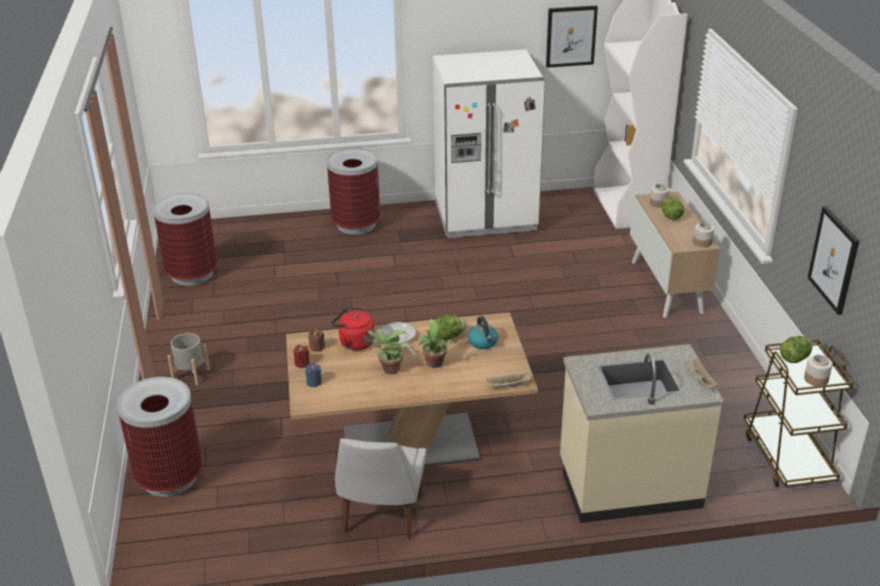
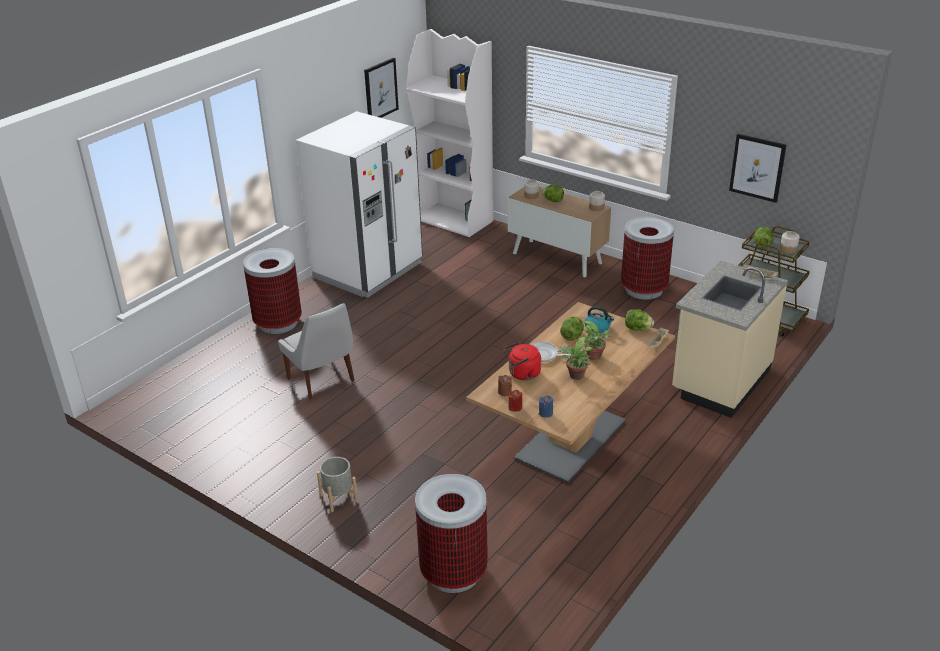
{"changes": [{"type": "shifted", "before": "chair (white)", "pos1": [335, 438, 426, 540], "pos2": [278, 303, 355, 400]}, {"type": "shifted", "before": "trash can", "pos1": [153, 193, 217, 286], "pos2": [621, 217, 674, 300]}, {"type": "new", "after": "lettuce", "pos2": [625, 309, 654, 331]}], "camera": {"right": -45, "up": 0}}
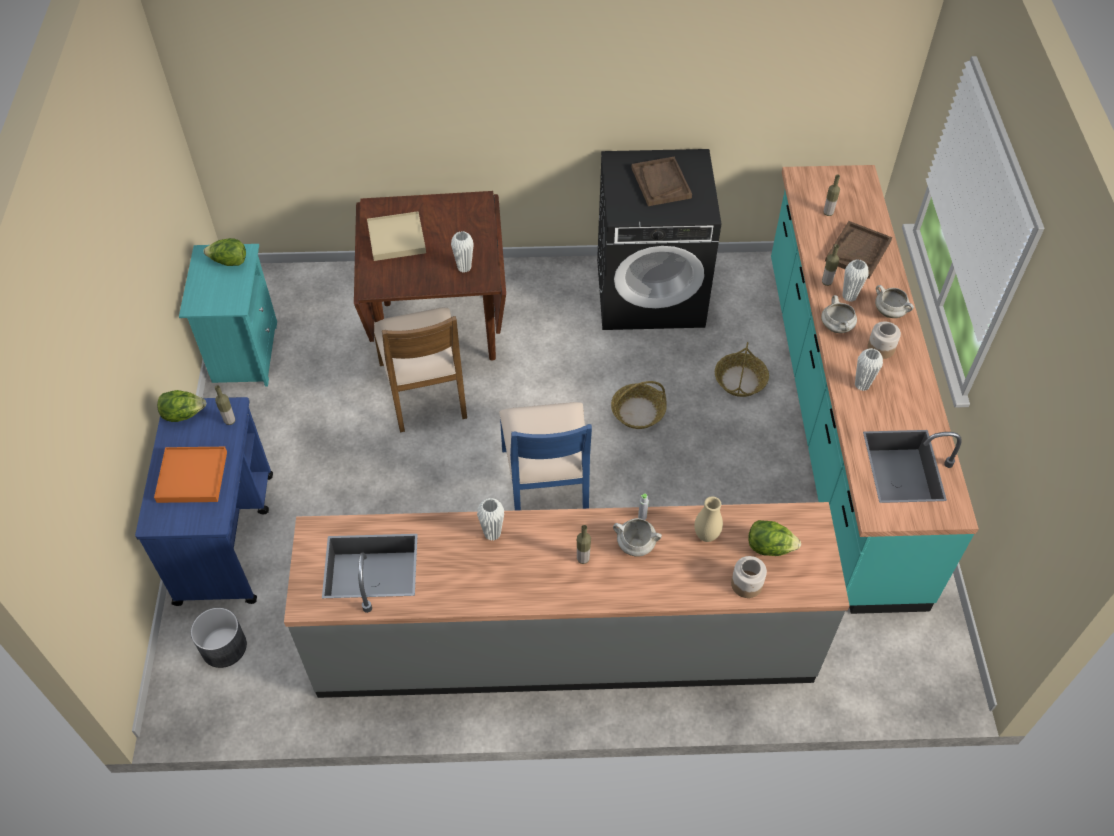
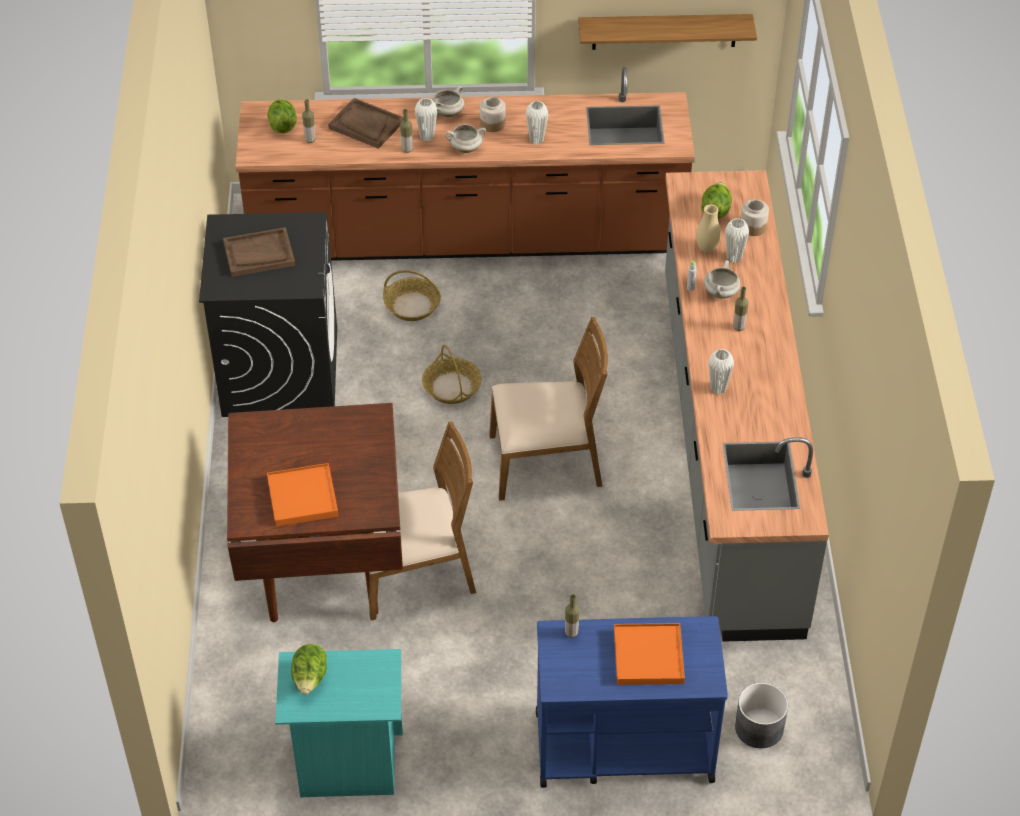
{"changes": [{"type": "repainted", "before": "counter (turquoise)", "after": "counter (brown)", "pos1": [771, 165, 979, 614], "pos2": [236, 68, 695, 261]}, {"type": "shifted", "before": "lettuce", "pos1": [157, 390, 206, 422], "pos2": [267, 98, 297, 133]}, {"type": "repainted", "before": "tray (beige)", "after": "tray (orange)", "pos1": [367, 211, 426, 261], "pos2": [267, 463, 338, 527]}, {"type": "repainted", "before": "chair (blue)", "after": "chair (brown)", "pos1": [499, 402, 592, 511], "pos2": [489, 317, 608, 501]}, {"type": "new", "after": "shelf", "pos2": [578, 14, 757, 50]}, {"type": "shifted", "before": "vase (white)", "pos1": [451, 231, 474, 273], "pos2": [725, 218, 749, 263]}], "camera": {"right": -90, "up": -5}}
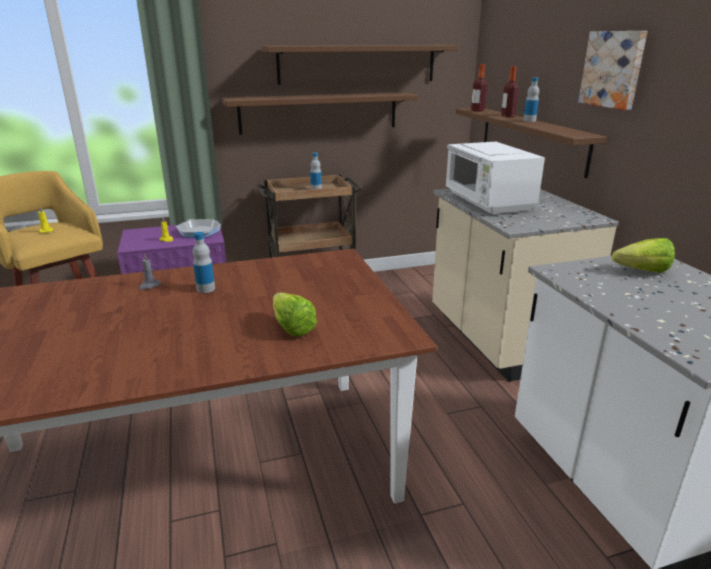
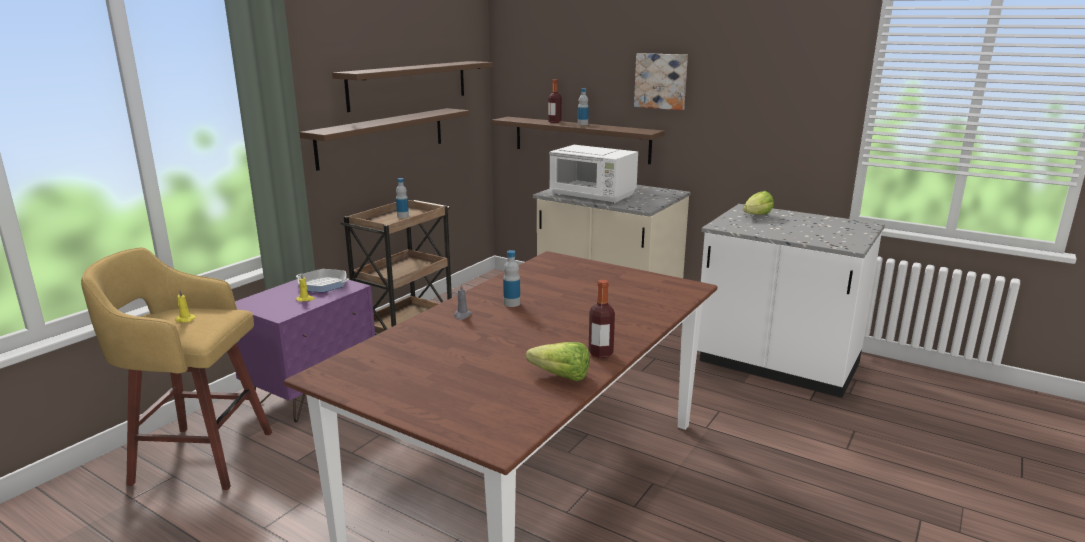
{"changes": [{"type": "shifted", "before": "lettuce", "pos1": [273, 292, 317, 336], "pos2": [526, 342, 589, 381]}, {"type": "shifted", "before": "bottle", "pos1": [471, 64, 488, 111], "pos2": [589, 280, 615, 358]}], "camera": {"right": -40, "up": -5}}
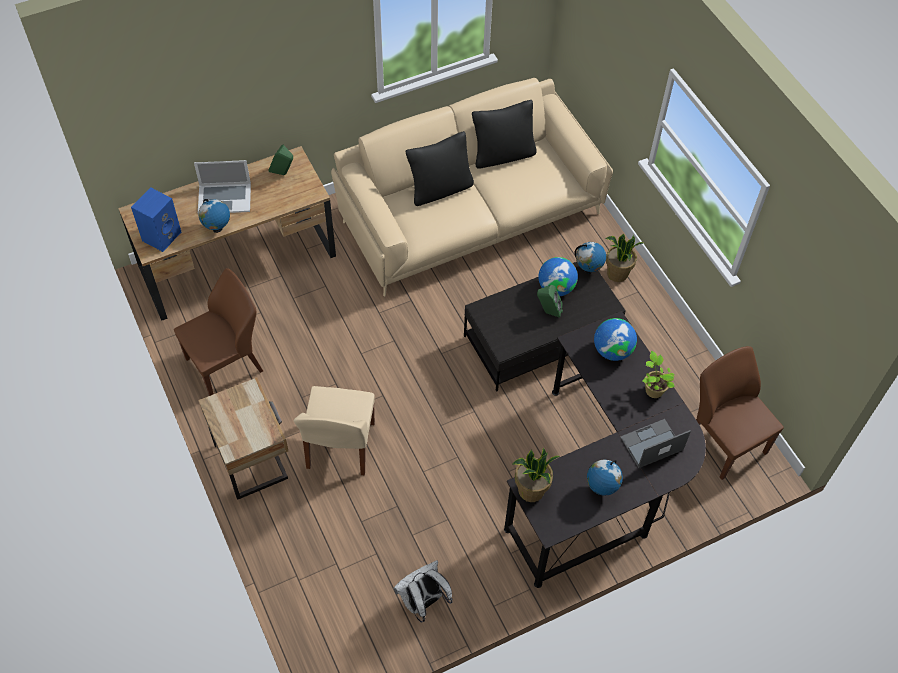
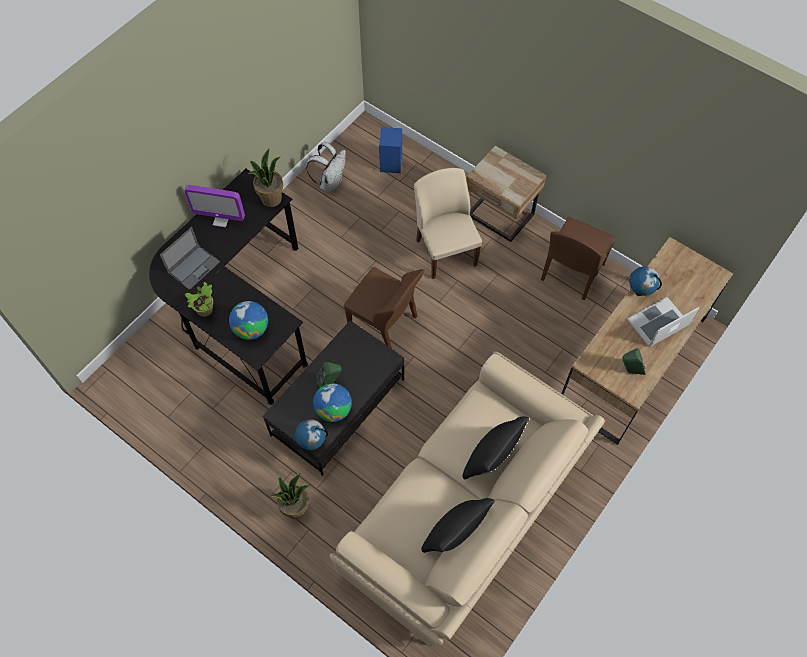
{"changes": [{"type": "swapped", "before": "globe", "after": "monitor", "pos1": [587, 460, 623, 496], "pos2": [184, 185, 245, 227]}, {"type": "shifted", "before": "chair (brown)", "pos1": [696, 346, 784, 480], "pos2": [344, 267, 425, 349]}, {"type": "shifted", "before": "speaker (blue)", "pos1": [131, 187, 181, 252], "pos2": [379, 127, 402, 173]}], "camera": {"right": 155, "up": 5}}
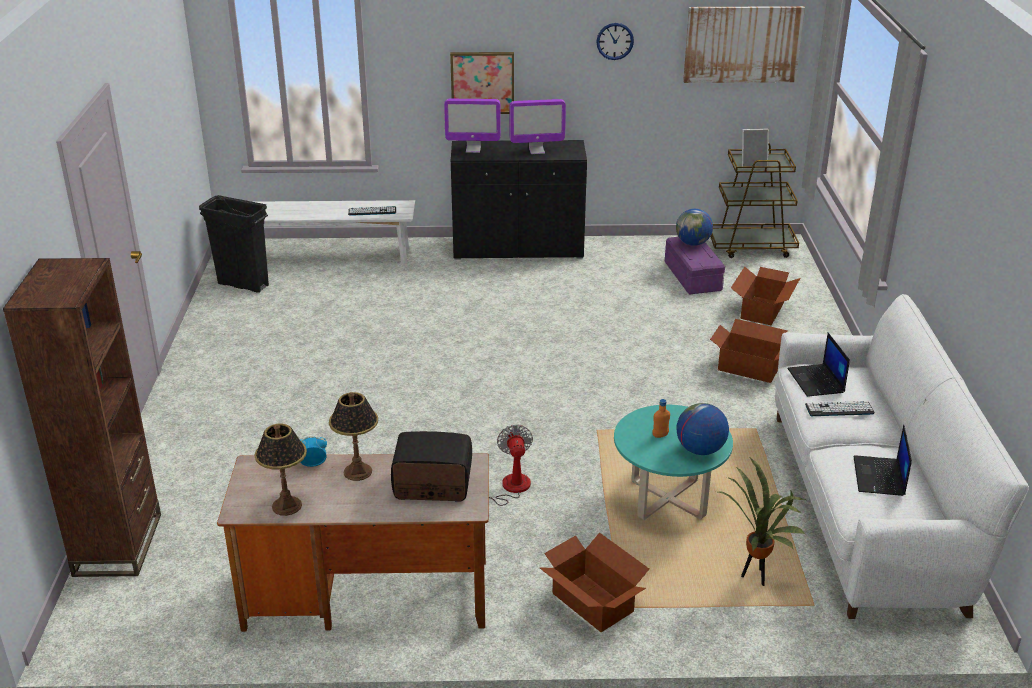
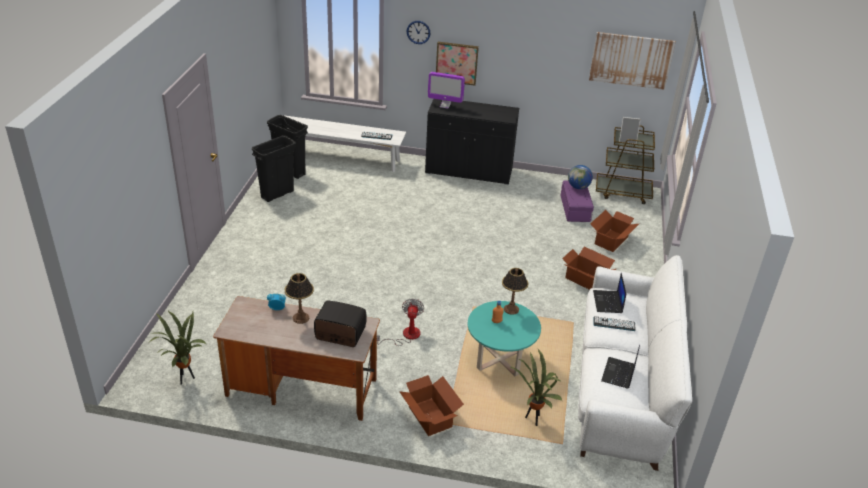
{"changes": [{"type": "new", "after": "potted plant", "pos2": [149, 310, 206, 385]}, {"type": "new", "after": "trash can (black)", "pos2": [252, 135, 296, 202]}, {"type": "shifted", "before": "wall clock", "pos1": [596, 23, 634, 60], "pos2": [407, 21, 431, 44]}, {"type": "shifted", "before": "table lamp", "pos1": [255, 424, 307, 516], "pos2": [502, 268, 528, 315]}, {"type": "gone", "before": "bookcase (brown)", "pos1": [3, 258, 161, 577]}, {"type": "gone", "before": "monitor", "pos1": [509, 99, 566, 154]}, {"type": "gone", "before": "globe", "pos1": [676, 403, 729, 455]}], "camera": {"right": 10, "up": 5}}
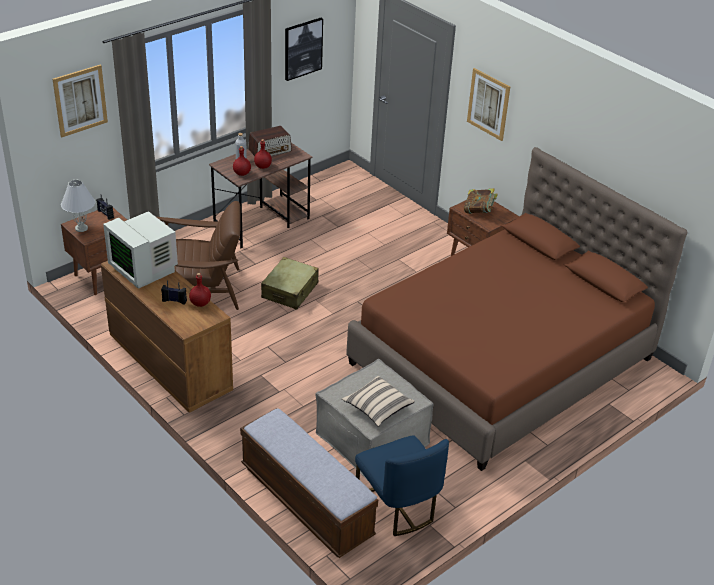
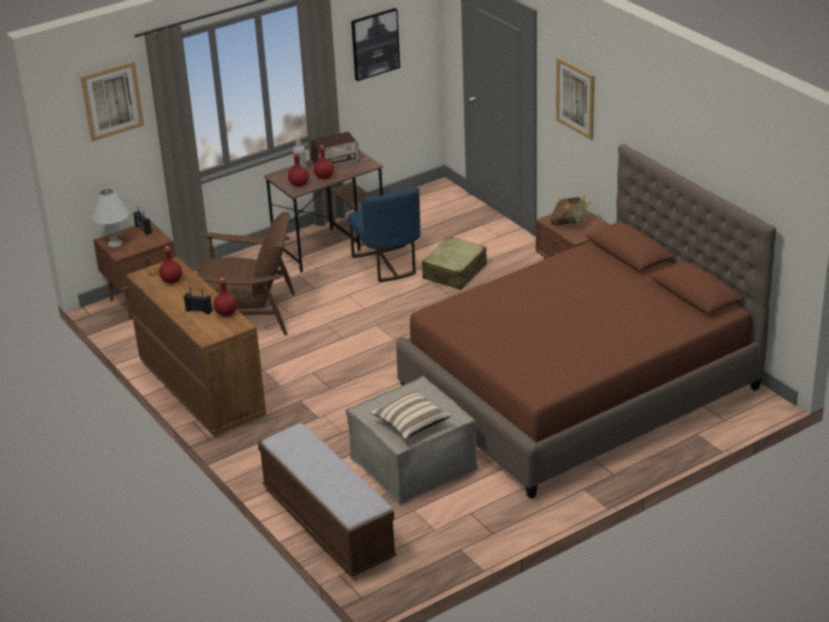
{"changes": [{"type": "swapped", "before": "monitor", "after": "bottle (red)", "pos1": [103, 211, 178, 289], "pos2": [159, 246, 182, 284]}, {"type": "shifted", "before": "chair (blue)", "pos1": [355, 435, 449, 536], "pos2": [348, 187, 420, 282]}, {"type": "shifted", "before": "suitcase (beige)", "pos1": [261, 257, 319, 310], "pos2": [422, 236, 487, 290]}], "camera": {"right": 10, "up": -5}}
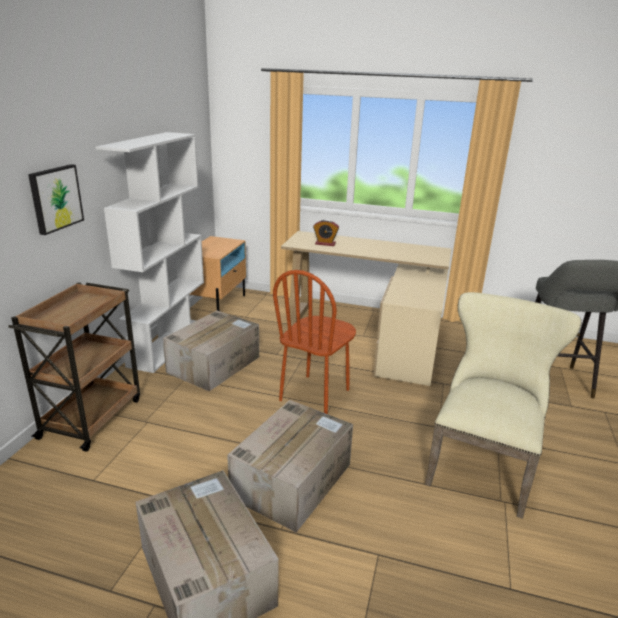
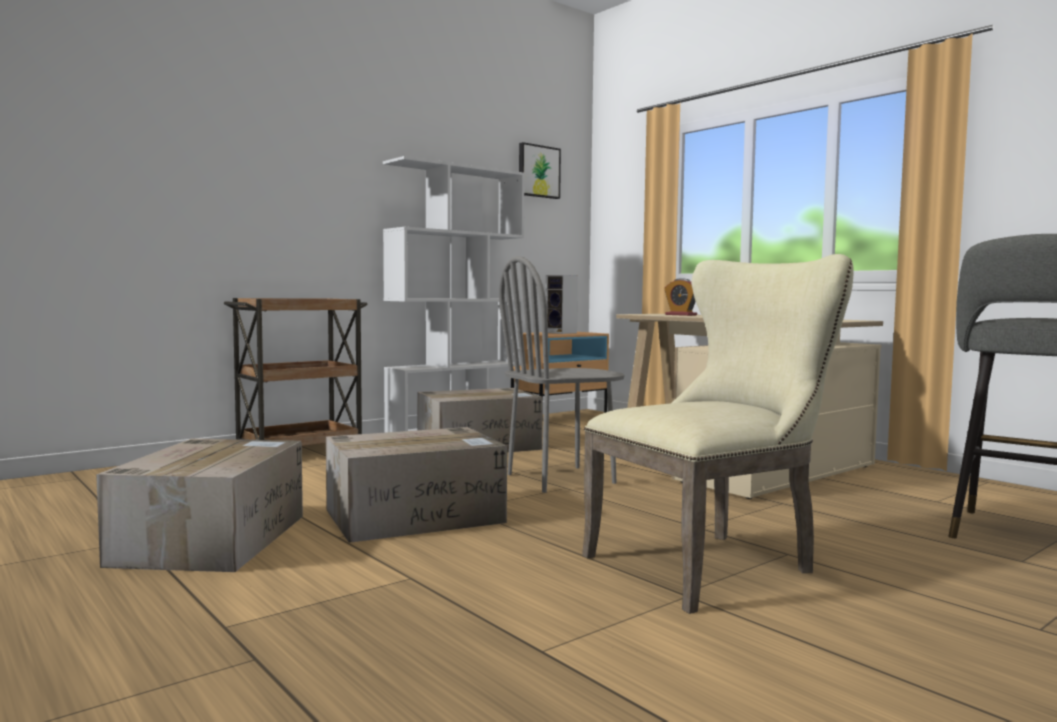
{"changes": [{"type": "repainted", "before": "chair (brown)", "after": "chair (grey)", "pos1": [273, 270, 356, 414], "pos2": [499, 256, 625, 493]}, {"type": "shifted", "before": "picture", "pos1": [28, 164, 84, 235], "pos2": [519, 142, 561, 199]}, {"type": "new", "after": "speaker", "pos2": [546, 275, 578, 334]}], "camera": {"right": 35, "up": -20}}
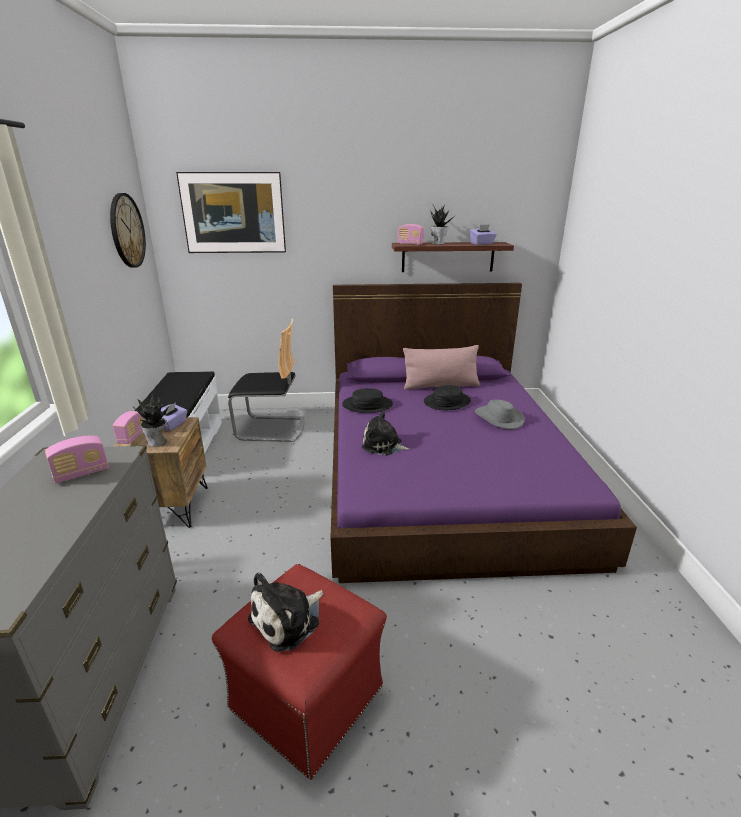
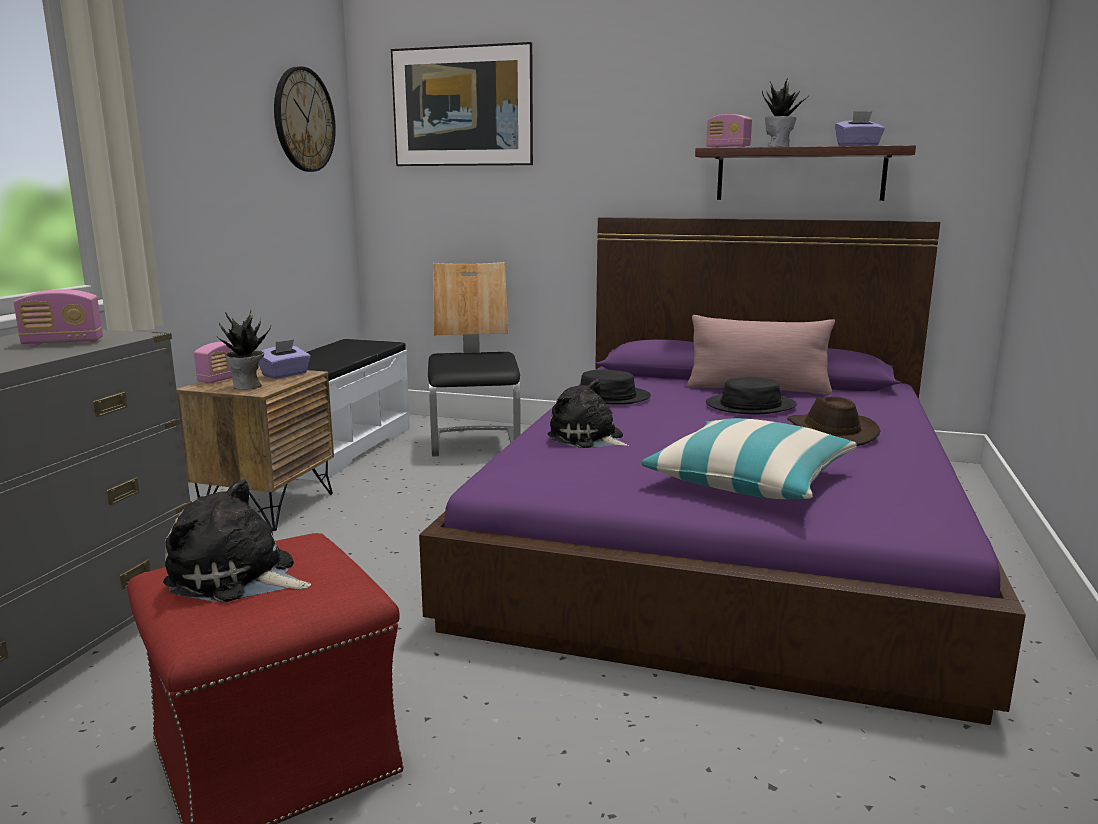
{"changes": [{"type": "rotated", "before": "plush toy", "pos1": [248, 572, 323, 652], "pos2": [163, 478, 311, 603], "turn": 45}, {"type": "rotated", "before": "chair", "pos1": [228, 319, 304, 442], "pos2": [428, 262, 521, 457], "turn": -120}, {"type": "new", "after": "pillow", "pos2": [642, 418, 857, 499]}, {"type": "repainted", "before": "hat (grey)", "after": "hat (brown)", "pos1": [475, 399, 525, 430], "pos2": [787, 397, 881, 446]}], "camera": {"right": 20, "up": -10}}
